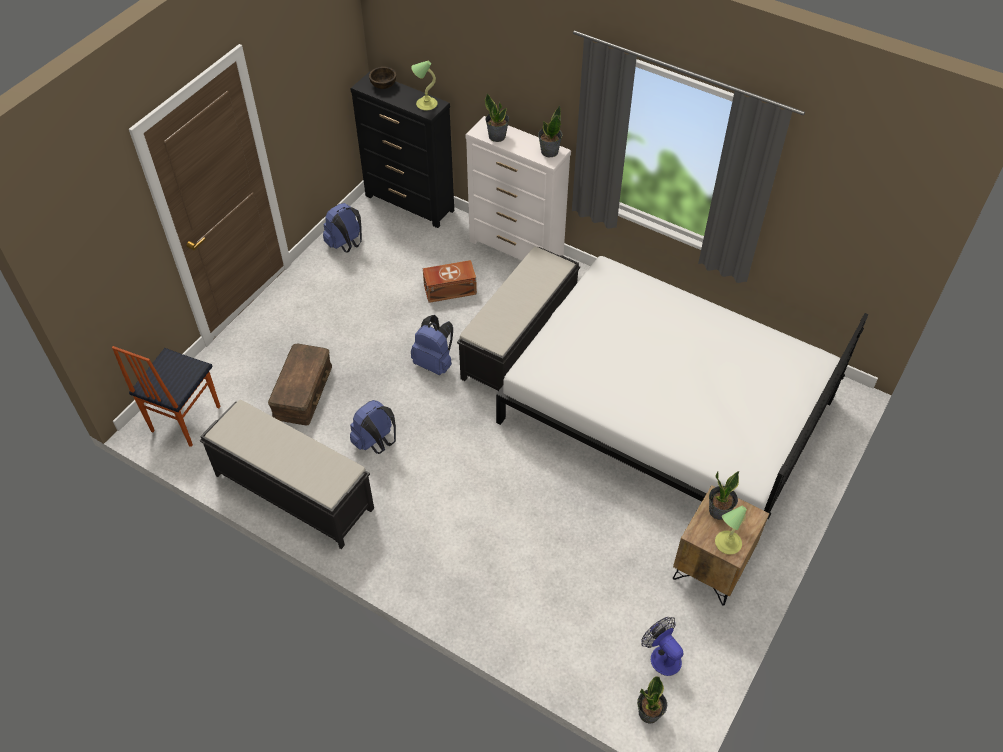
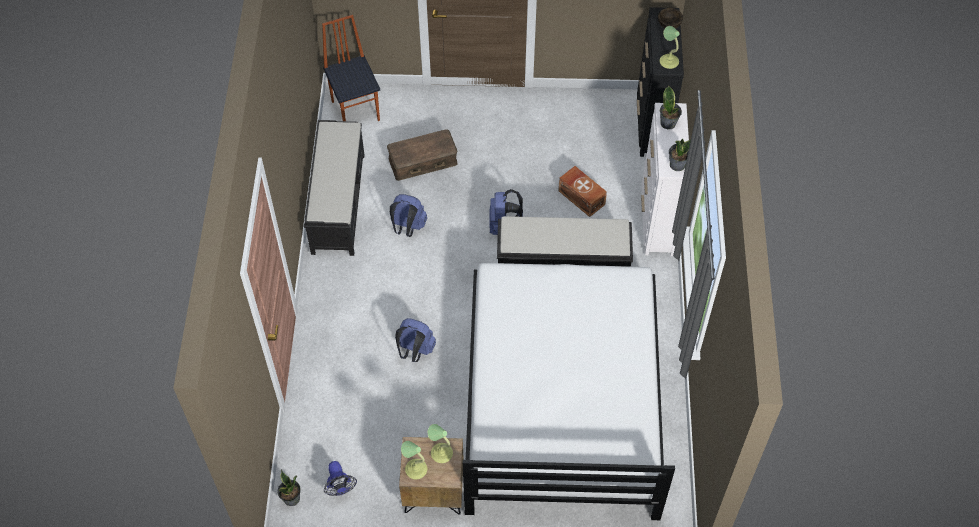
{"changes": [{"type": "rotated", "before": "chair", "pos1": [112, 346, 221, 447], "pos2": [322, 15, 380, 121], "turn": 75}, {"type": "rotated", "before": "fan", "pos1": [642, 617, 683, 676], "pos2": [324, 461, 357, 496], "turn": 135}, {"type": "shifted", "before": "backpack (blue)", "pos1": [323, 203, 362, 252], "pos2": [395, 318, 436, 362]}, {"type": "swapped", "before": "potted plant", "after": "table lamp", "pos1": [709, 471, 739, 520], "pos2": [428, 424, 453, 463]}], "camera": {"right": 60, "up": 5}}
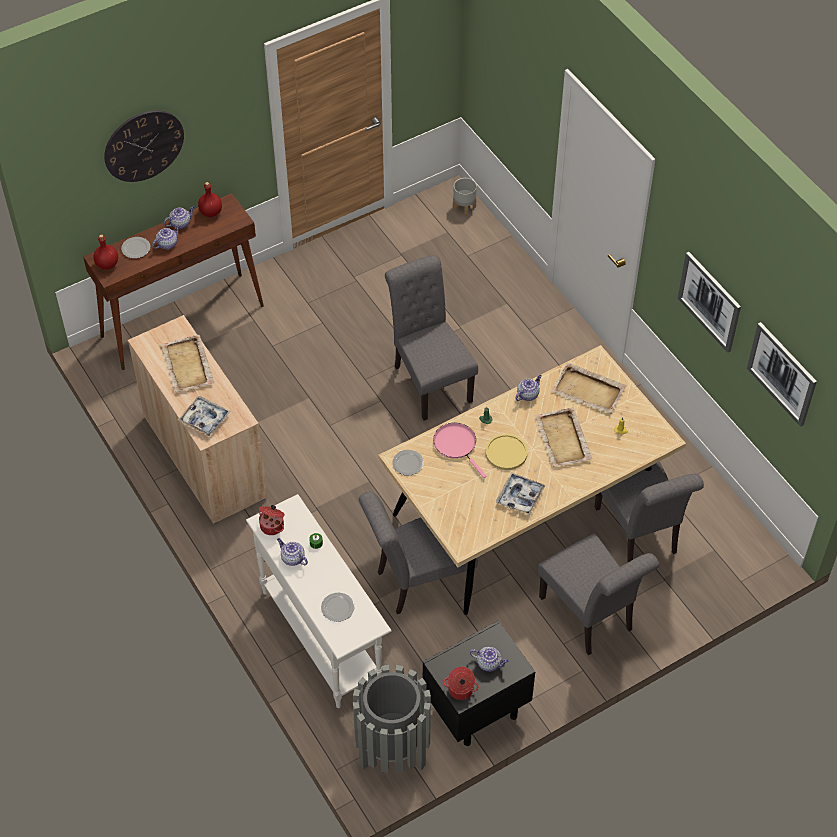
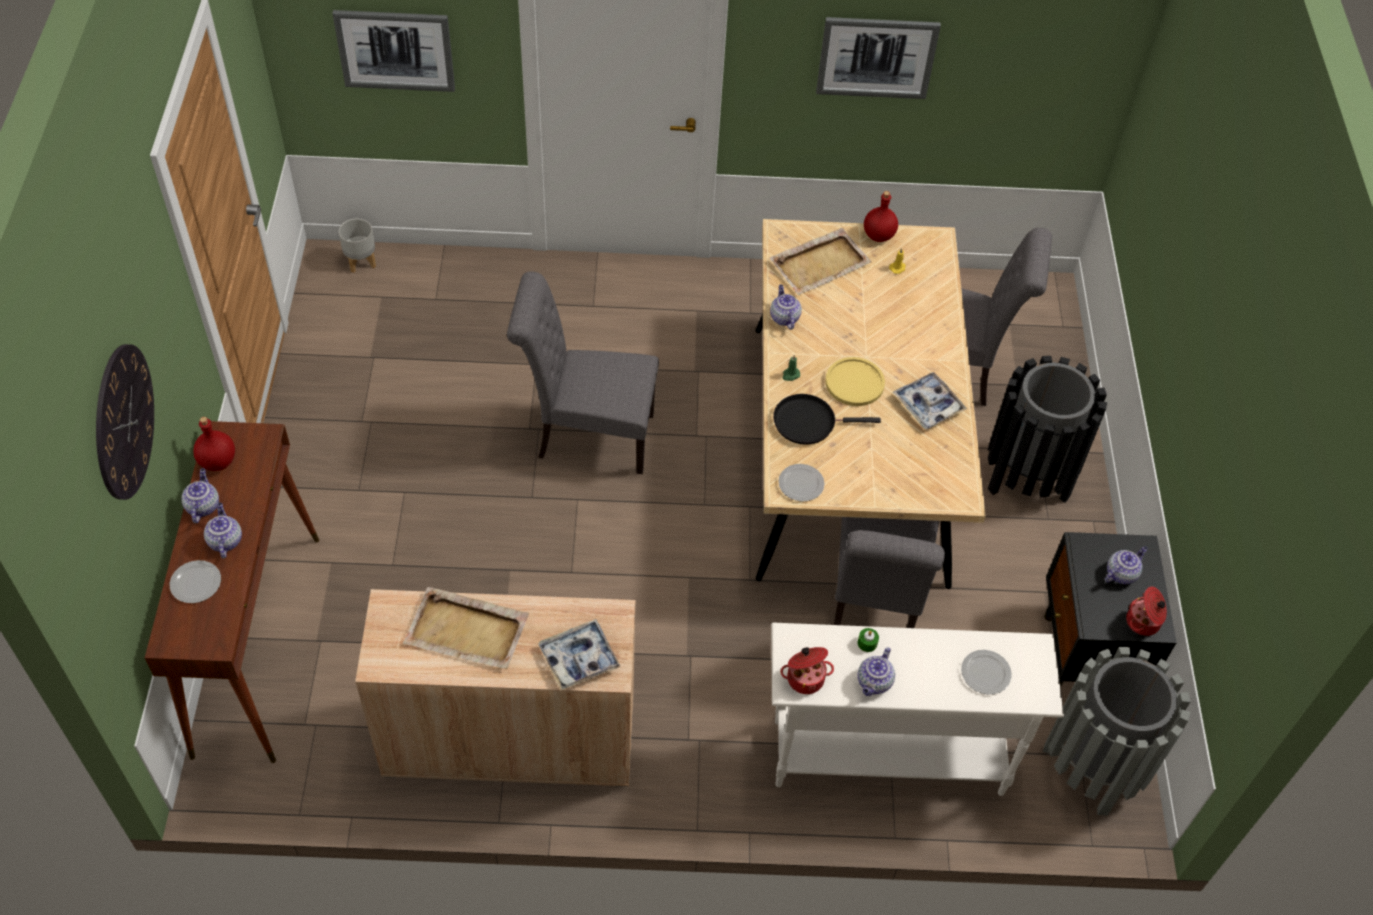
{"changes": [{"type": "shifted", "before": "picture", "pos1": [747, 322, 817, 427], "pos2": [333, 10, 455, 92]}, {"type": "repainted", "before": "frying pan (pink)", "after": "frying pan (black)", "pos1": [433, 423, 487, 478], "pos2": [773, 394, 881, 445]}, {"type": "rotated", "before": "teapot", "pos1": [277, 538, 308, 566], "pos2": [858, 647, 895, 696], "turn": -45}, {"type": "shifted", "before": "bottle (red)", "pos1": [93, 234, 118, 270], "pos2": [864, 191, 898, 242]}, {"type": "swapped", "before": "chair (grey)", "after": "trash can (black)", "pos1": [538, 533, 659, 655], "pos2": [988, 356, 1107, 503]}, {"type": "gone", "before": "tray (beige)", "pos1": [534, 407, 592, 467]}], "camera": {"right": -60, "up": 0}}
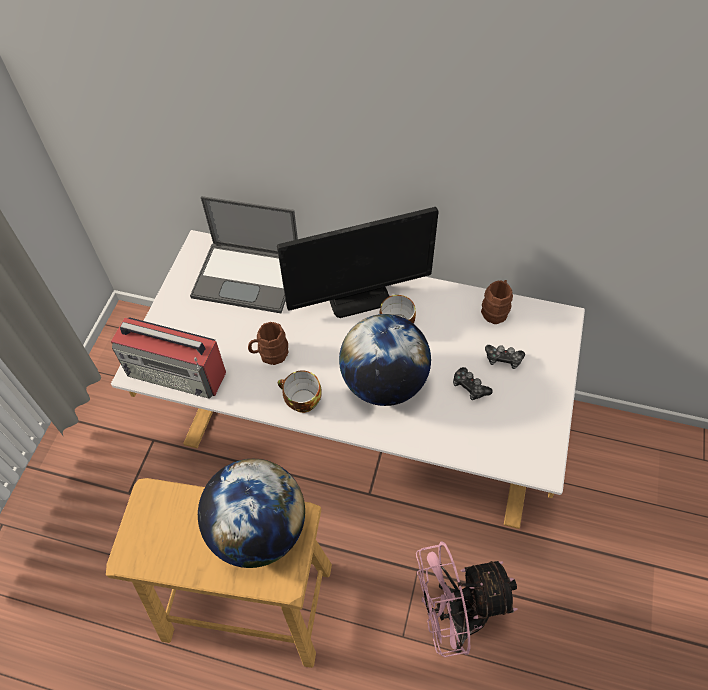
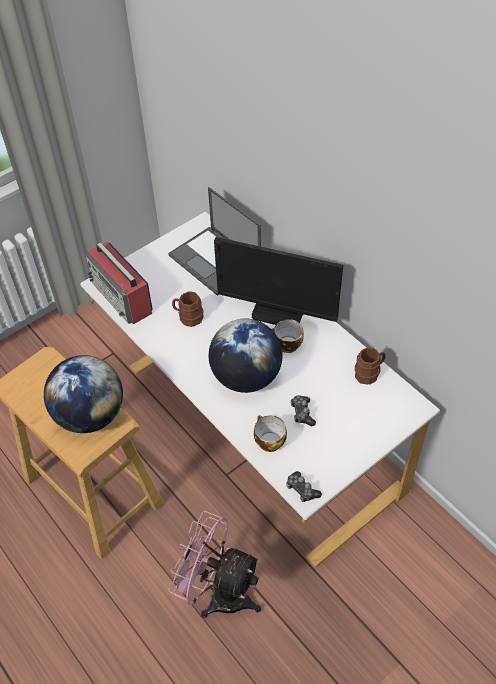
{"changes": [{"type": "shifted", "before": "cup", "pos1": [278, 371, 322, 413], "pos2": [254, 415, 287, 452]}, {"type": "shifted", "before": "game controller", "pos1": [485, 345, 525, 369], "pos2": [286, 471, 322, 502]}], "camera": {"right": 35, "up": -5}}
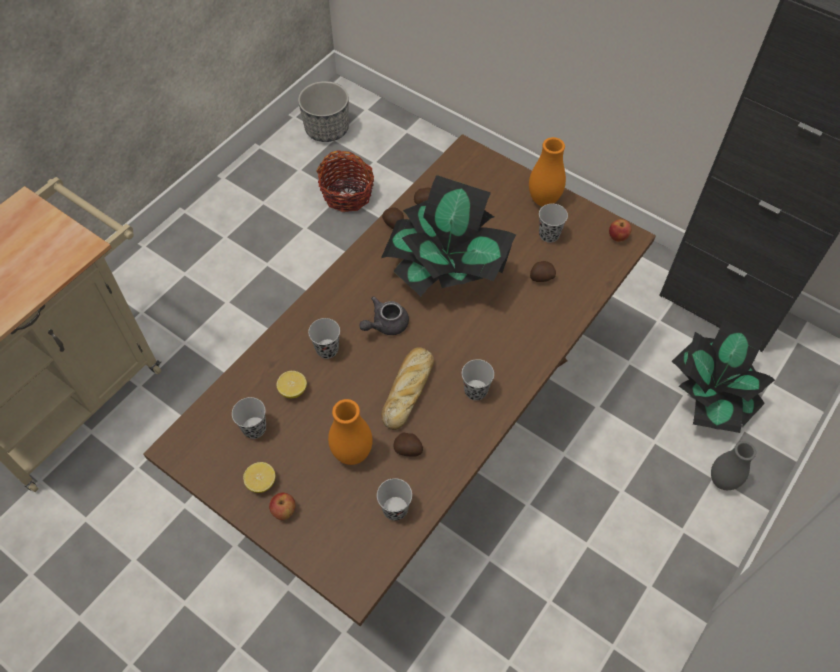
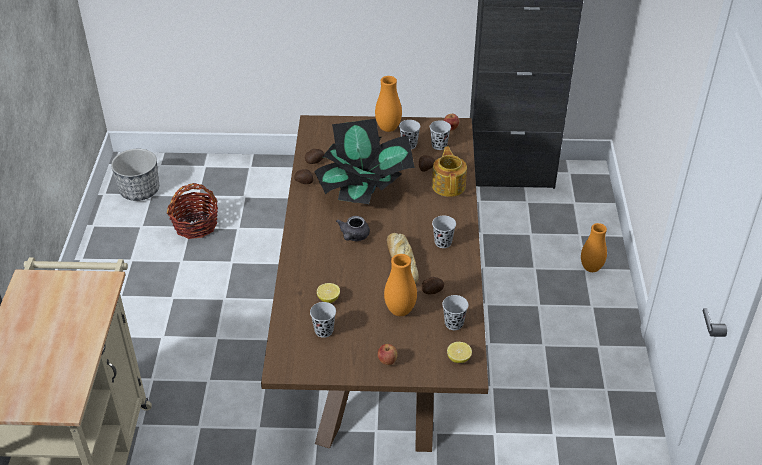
{"changes": [{"type": "shifted", "before": "cup (black)", "pos1": [308, 318, 340, 359], "pos2": [430, 120, 451, 150]}, {"type": "new", "after": "teapot", "pos2": [432, 147, 467, 197]}, {"type": "shifted", "before": "lemon", "pos1": [243, 462, 275, 493], "pos2": [447, 342, 472, 363]}, {"type": "repainted", "before": "vase (grey)", "after": "vase (orange)", "pos1": [711, 441, 756, 490], "pos2": [581, 223, 607, 272]}, {"type": "gone", "before": "potted plant", "pos1": [671, 320, 775, 433]}], "camera": {"right": -35, "up": -15}}
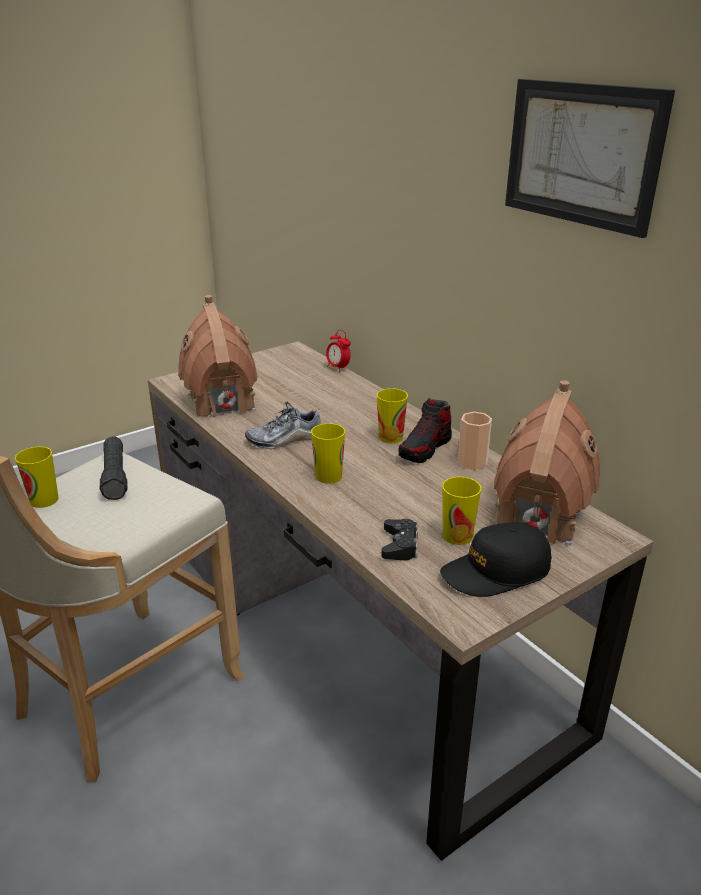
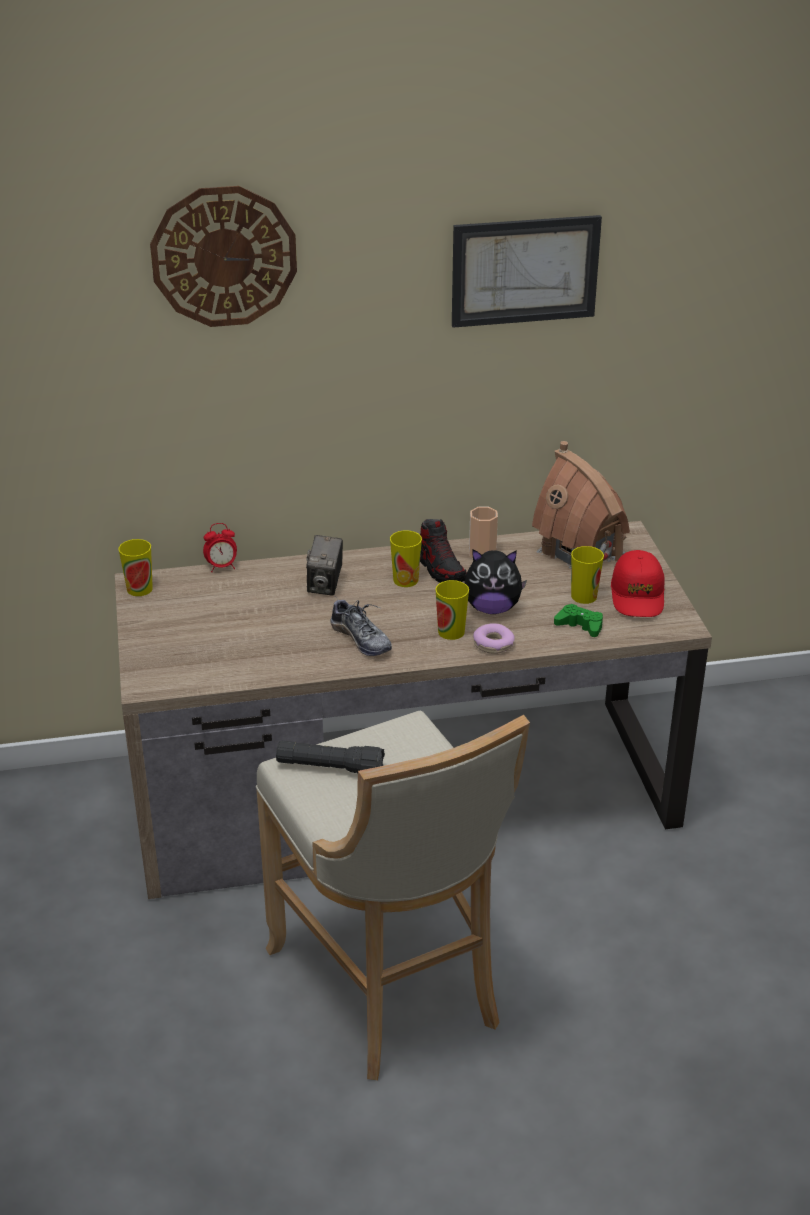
{"changes": [{"type": "shifted", "before": "cup", "pos1": [15, 447, 59, 508], "pos2": [119, 539, 153, 596]}, {"type": "new", "after": "wall clock", "pos2": [150, 186, 297, 327]}, {"type": "new", "after": "photo camera", "pos2": [306, 535, 343, 596]}, {"type": "rotated", "before": "shoe", "pos1": [245, 402, 321, 450], "pos2": [330, 597, 392, 656], "turn": -45}, {"type": "new", "after": "plush toy", "pos2": [465, 549, 527, 614]}, {"type": "new", "after": "donut", "pos2": [473, 623, 515, 654]}, {"type": "repainted", "before": "game controller (black)", "after": "game controller (green)", "pos1": [381, 519, 418, 560], "pos2": [554, 604, 603, 637]}, {"type": "repainted", "before": "cap (black)", "after": "cap (red)", "pos1": [440, 522, 552, 597], "pos2": [611, 550, 665, 617]}, {"type": "gone", "before": "toy house", "pos1": [178, 295, 257, 419]}], "camera": {"right": -65, "up": 5}}
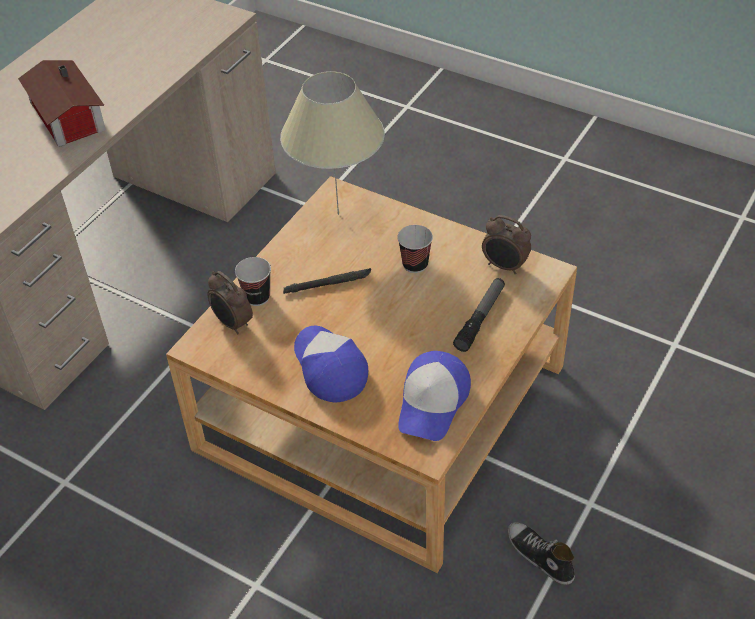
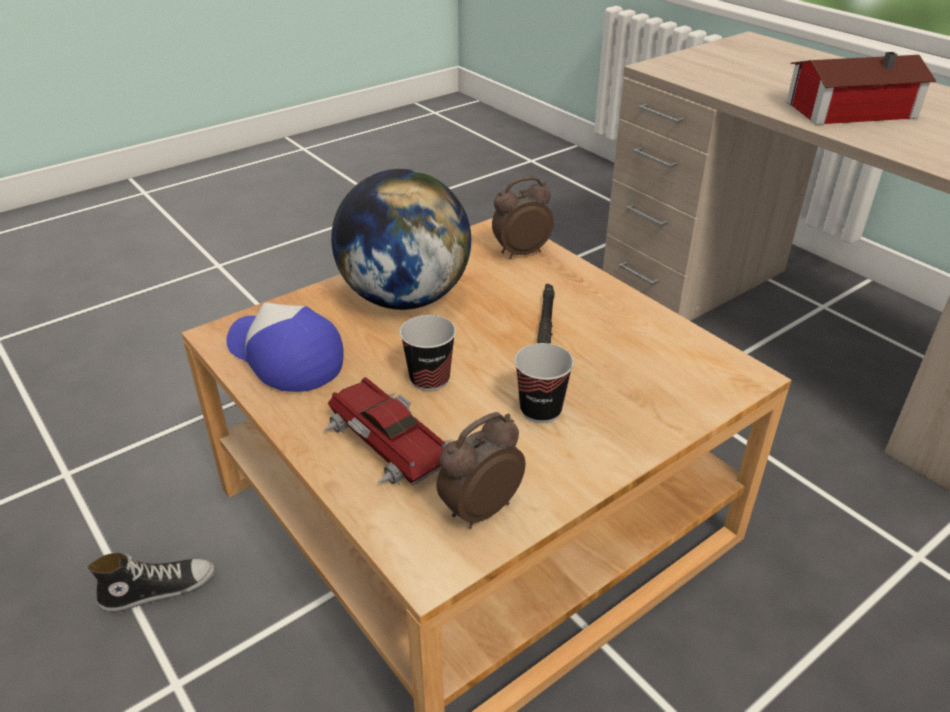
{"changes": [{"type": "swapped", "before": "flashlight", "after": "toy car", "pos1": [453, 278, 505, 352], "pos2": [323, 377, 452, 486]}, {"type": "swapped", "before": "cap", "after": "globe", "pos1": [294, 326, 368, 402], "pos2": [331, 169, 471, 310]}, {"type": "shifted", "before": "cup", "pos1": [235, 257, 271, 306], "pos2": [400, 315, 456, 391]}, {"type": "gone", "before": "table lamp (beige)", "pos1": [280, 71, 385, 215]}], "camera": {"right": 110, "up": -10}}
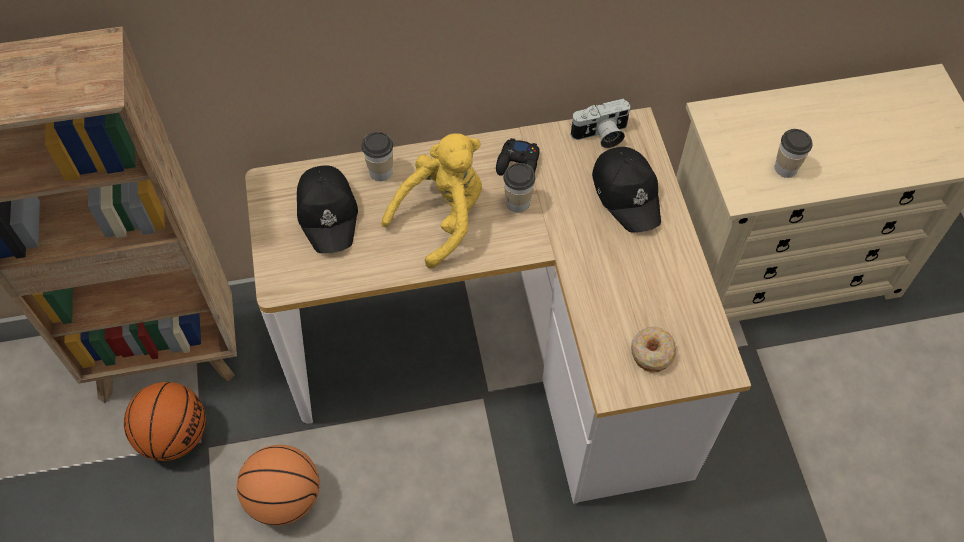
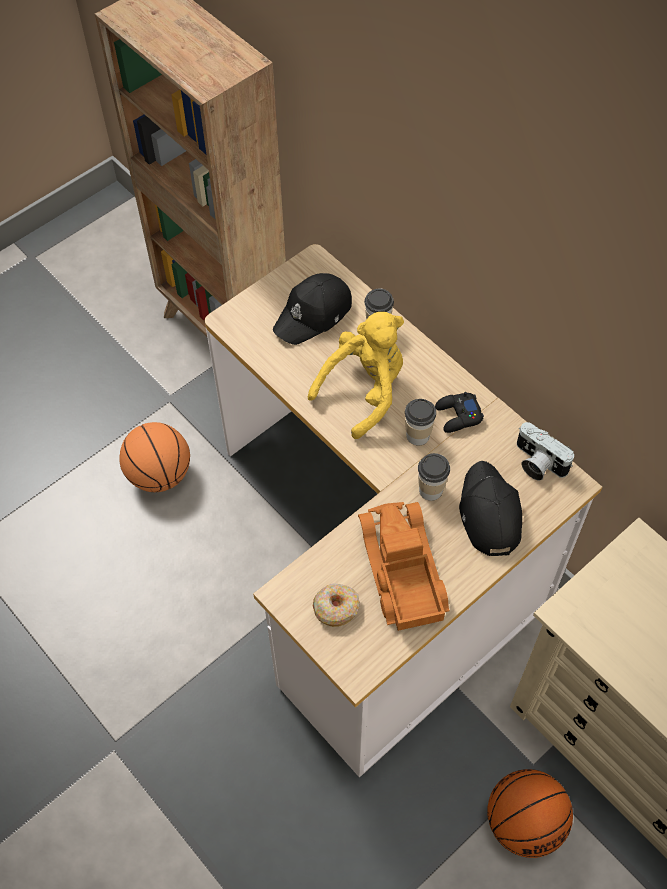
{"changes": [{"type": "rotated", "before": "plush toy (yellow)", "pos1": [381, 133, 482, 269], "pos2": [308, 312, 404, 439], "turn": -60}, {"type": "new", "after": "toy truck", "pos2": [358, 502, 449, 631]}, {"type": "shifted", "before": "cup", "pos1": [775, 129, 812, 178], "pos2": [418, 453, 450, 501]}, {"type": "rotated", "before": "cap (black)", "pos1": [592, 147, 661, 232], "pos2": [459, 461, 522, 556], "turn": 135}, {"type": "shifted", "before": "basketball", "pos1": [124, 382, 206, 461], "pos2": [487, 769, 573, 858]}], "camera": {"right": 60, "up": 0}}
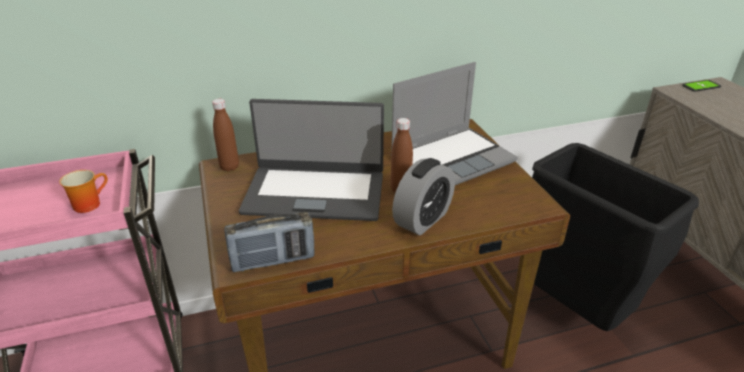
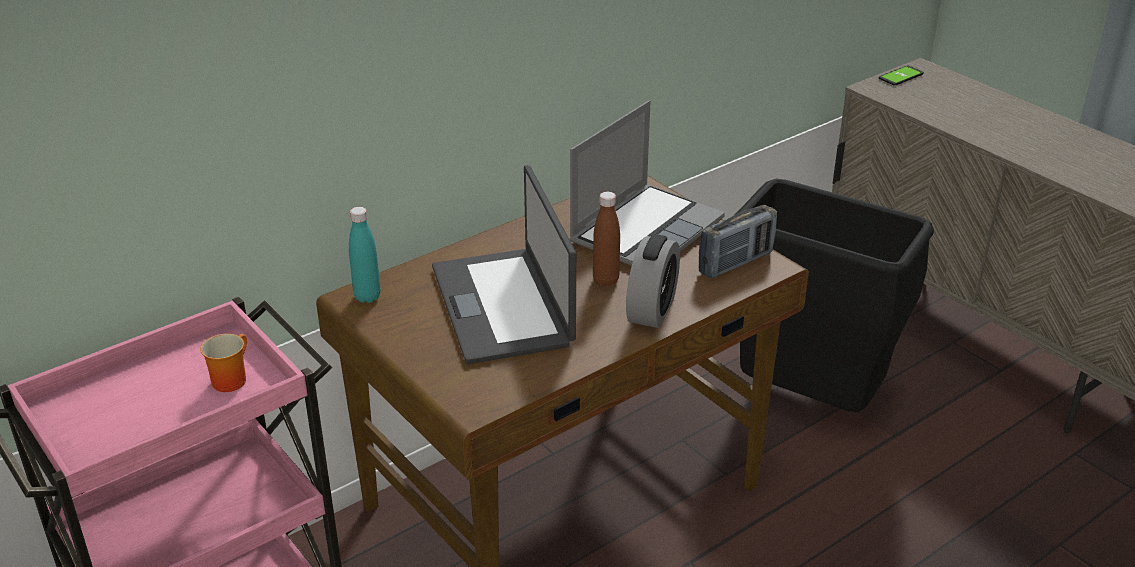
{"changes": [{"type": "repainted", "before": "bottle (brown)", "after": "bottle (turquoise)", "pos1": [212, 99, 239, 171], "pos2": [349, 207, 381, 303]}, {"type": "rotated", "before": "laptop", "pos1": [239, 99, 384, 221], "pos2": [432, 165, 576, 364], "turn": 90}, {"type": "shifted", "before": "radio", "pos1": [224, 212, 315, 272], "pos2": [699, 205, 777, 278]}], "camera": {"right": -20, "up": 0}}
